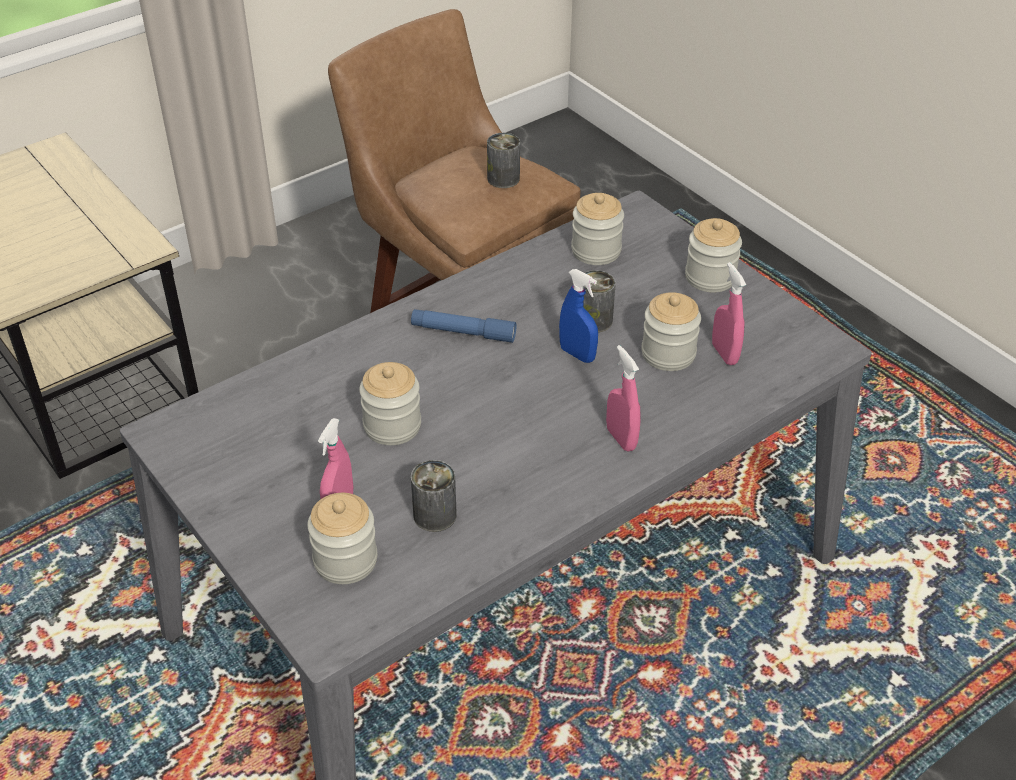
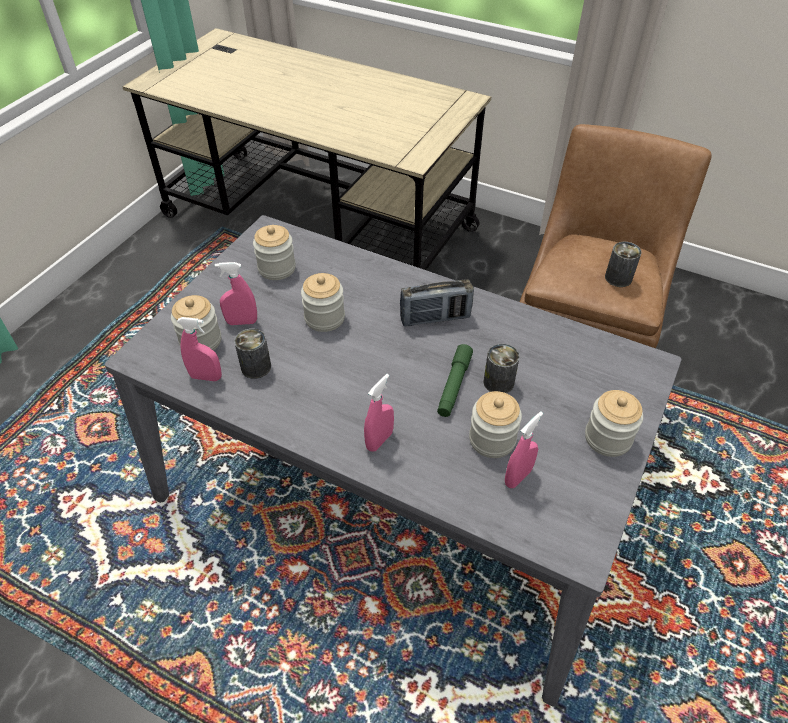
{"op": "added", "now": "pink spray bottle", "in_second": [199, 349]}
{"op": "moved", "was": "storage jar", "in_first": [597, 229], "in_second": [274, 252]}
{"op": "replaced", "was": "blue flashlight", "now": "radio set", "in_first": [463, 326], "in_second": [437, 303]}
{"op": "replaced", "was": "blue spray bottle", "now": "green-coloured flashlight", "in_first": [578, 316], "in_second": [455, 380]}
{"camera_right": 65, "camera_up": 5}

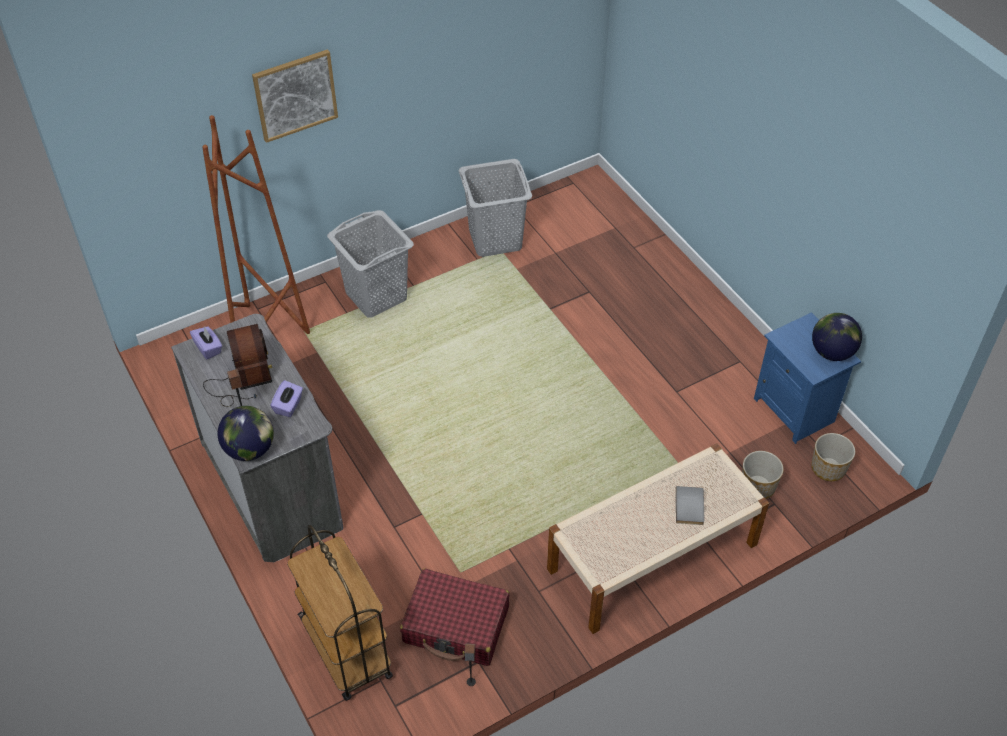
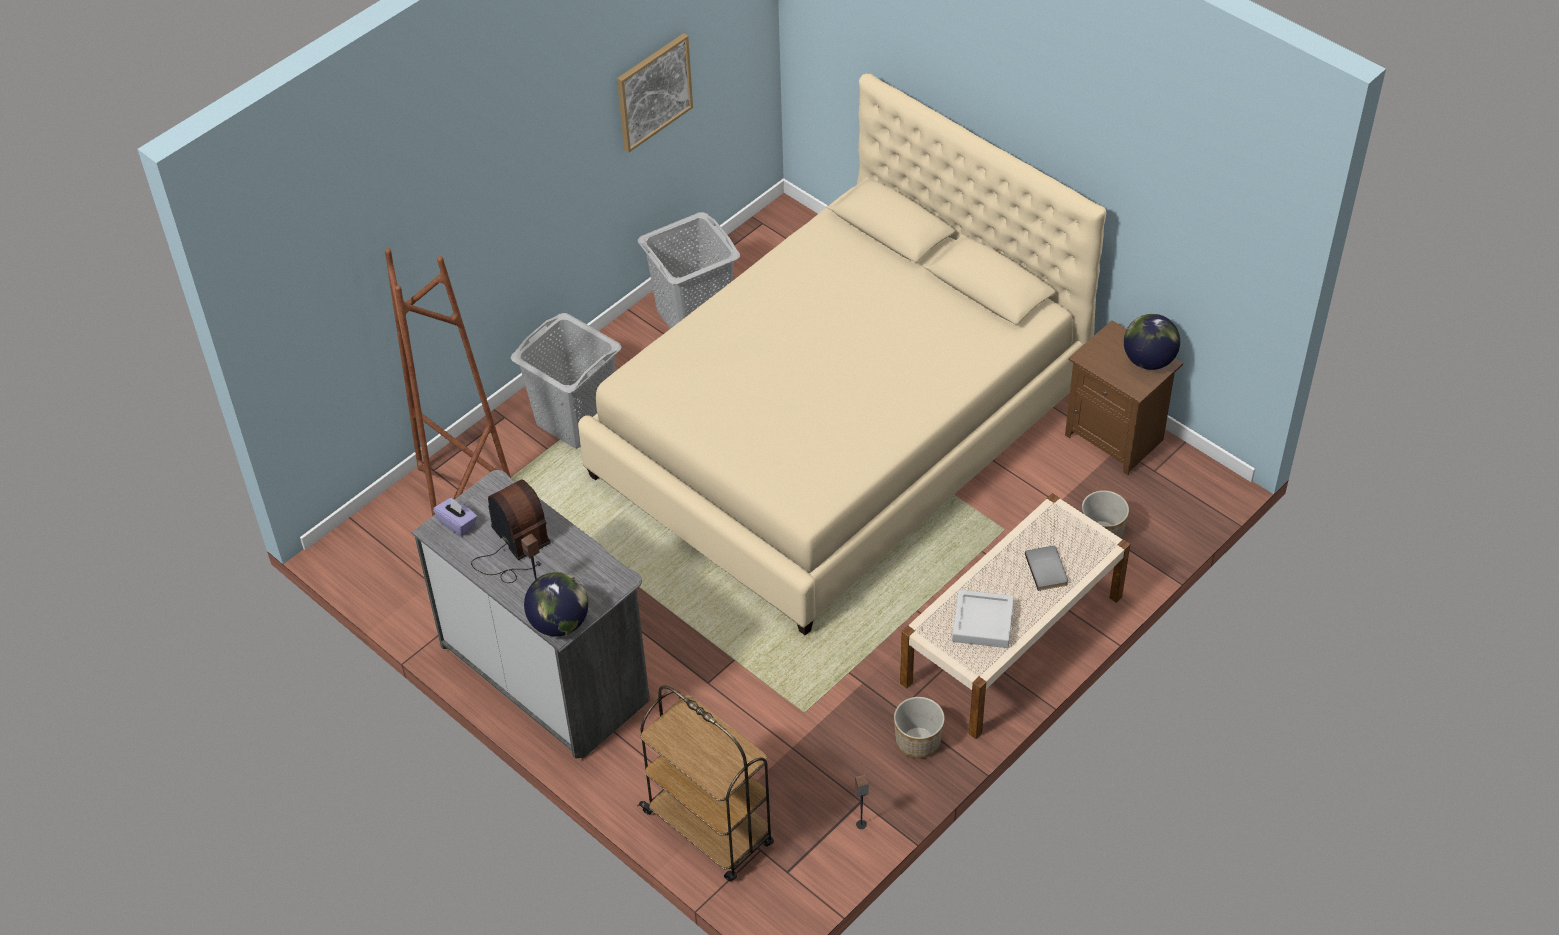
{"op": "added", "now": "beige sleeping bed", "in_second": [842, 355]}
{"op": "moved", "was": "wall picture", "in_first": [295, 96], "in_second": [655, 93]}
{"op": "moved", "was": "plant pot", "in_first": [833, 457], "in_second": [919, 727]}
{"op": "added", "now": "grey tray", "in_second": [983, 619]}
{"op": "recoloured", "was": "blue nightstand", "now": "brown nightstand", "in_first": [807, 378], "in_second": [1124, 397]}
{"op": "removed", "was": "purplish tissue box", "in_first": [286, 398]}
{"op": "removed", "was": "reddish piece of luggage", "in_first": [454, 617]}
{"camera_right": -15, "camera_up": 0}

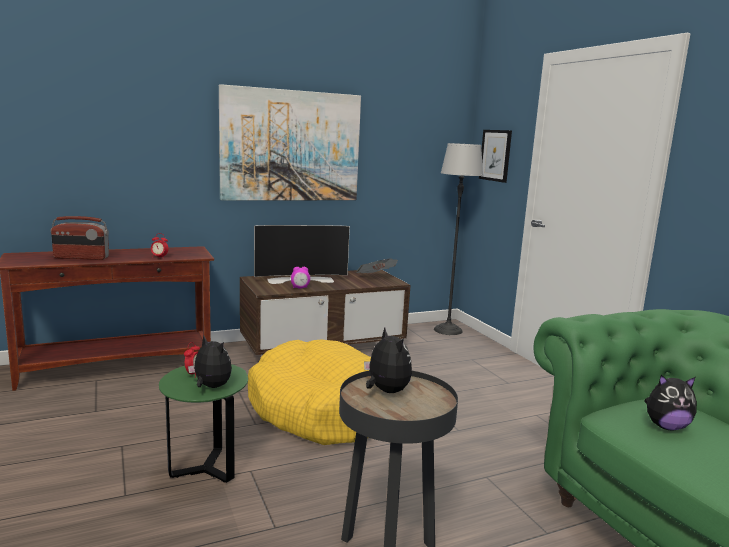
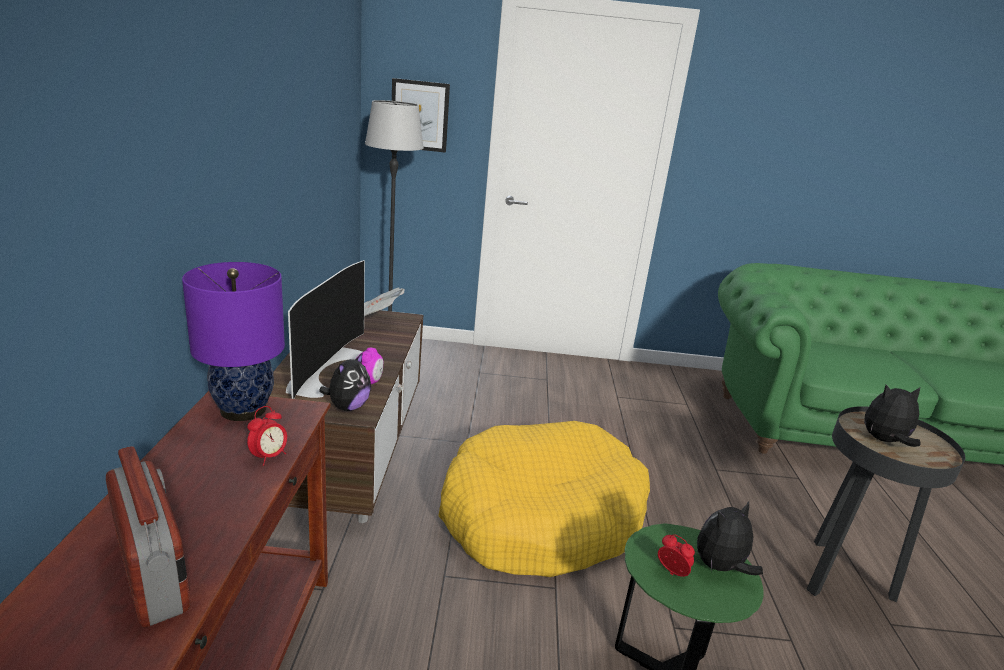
{"op": "turned", "was": "radio set", "in_first": [80, 238], "in_second": [148, 536], "clockwise": -60}
{"op": "added", "now": "purplish table lamp", "in_second": [233, 341]}
{"op": "moved", "was": "cuddly toy", "in_first": [671, 403], "in_second": [345, 381]}
{"op": "removed", "was": "wall picture", "in_first": [290, 142]}
{"camera_right": -65, "camera_up": 10}

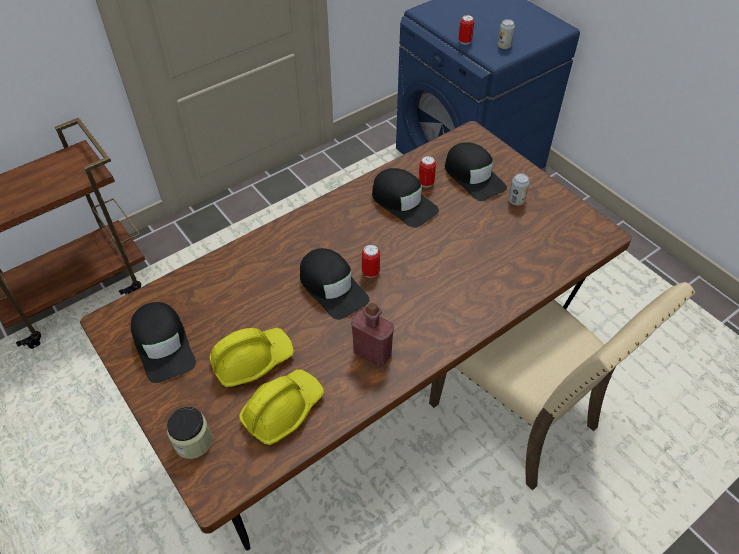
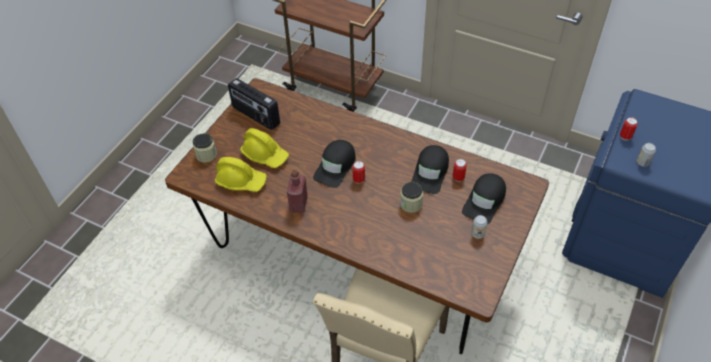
{"op": "replaced", "was": "black-coloured cap", "now": "radio set", "in_first": [163, 342], "in_second": [254, 104]}
{"op": "added", "now": "storage jar", "in_second": [411, 197]}
{"camera_right": 65, "camera_up": 0}

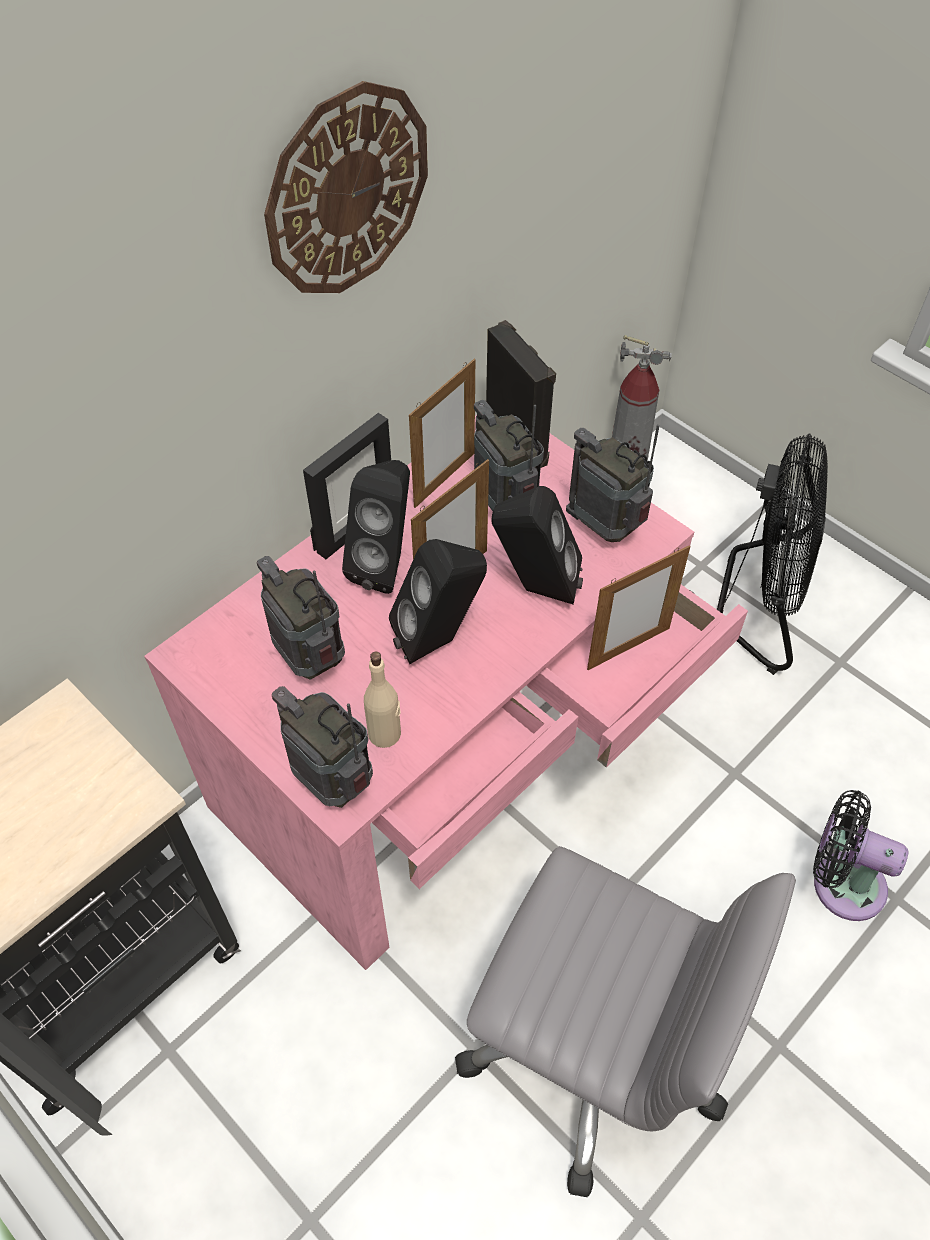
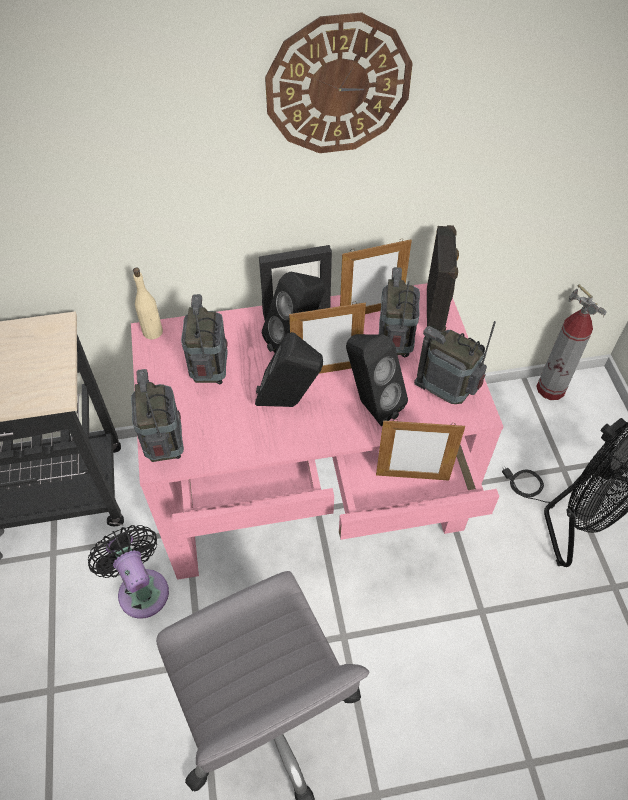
{"op": "moved", "was": "black-coloured fan", "in_first": [860, 855], "in_second": [128, 572]}
{"op": "moved", "was": "beige beverage bottle", "in_first": [382, 699], "in_second": [148, 303]}
{"op": "turned", "was": "radio set", "in_first": [613, 483], "in_second": [455, 362], "clockwise": -45}
{"camera_right": 35, "camera_up": 0}

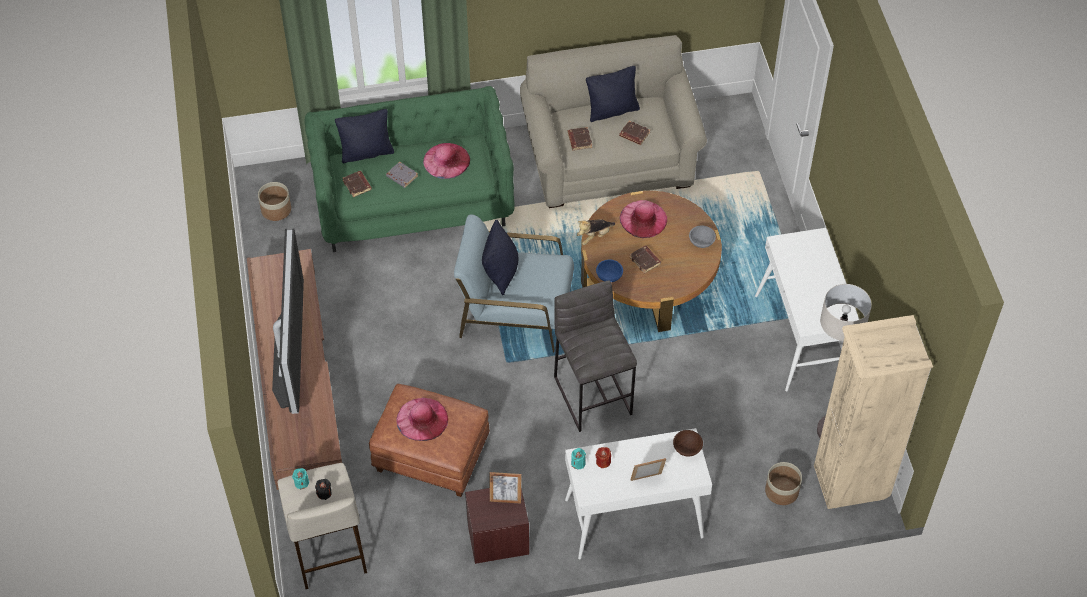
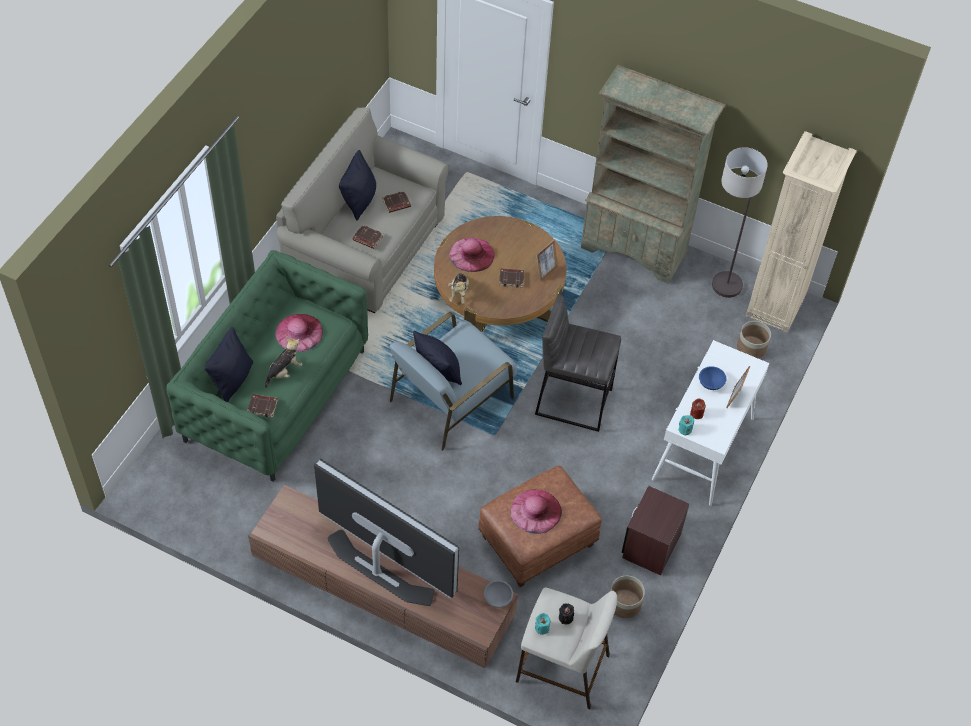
{"op": "replaced", "was": "grey book", "now": "cuddly toy", "in_first": [402, 174], "in_second": [284, 362]}
{"op": "moved", "was": "grey deep dish", "in_first": [702, 236], "in_second": [498, 594]}
{"op": "moved", "was": "picture frame", "in_first": [505, 488], "in_second": [547, 261]}
{"op": "replaced", "was": "white-coloured narrow table", "now": "green-coloured shelving unit", "in_first": [807, 310], "in_second": [653, 174]}
{"op": "moved", "was": "plant pot", "in_first": [274, 201], "in_second": [627, 597]}
{"op": "moved", "was": "blue deep dish", "in_first": [609, 270], "in_second": [712, 378]}
{"op": "removed", "was": "brown deep dish", "in_first": [688, 443]}
{"camera_right": -55, "camera_up": 0}

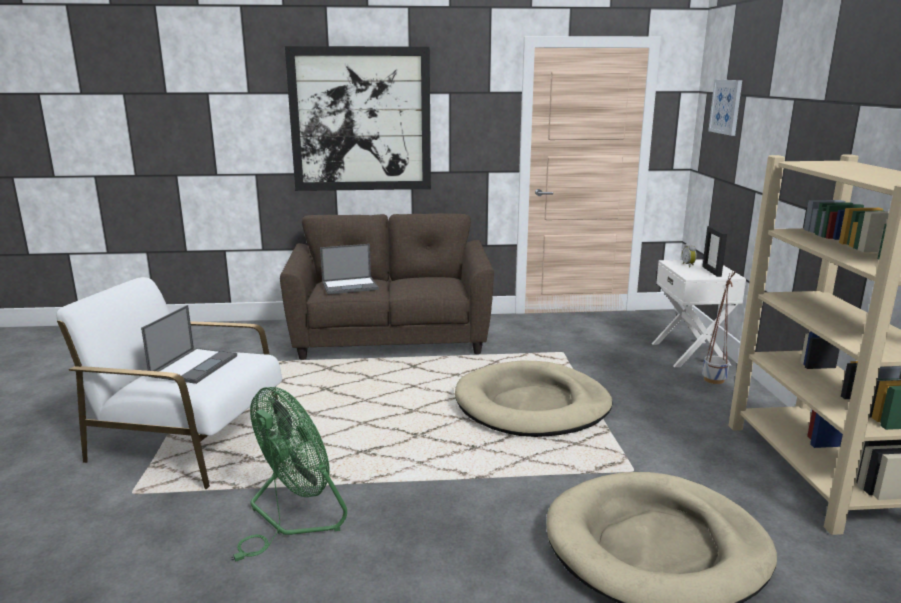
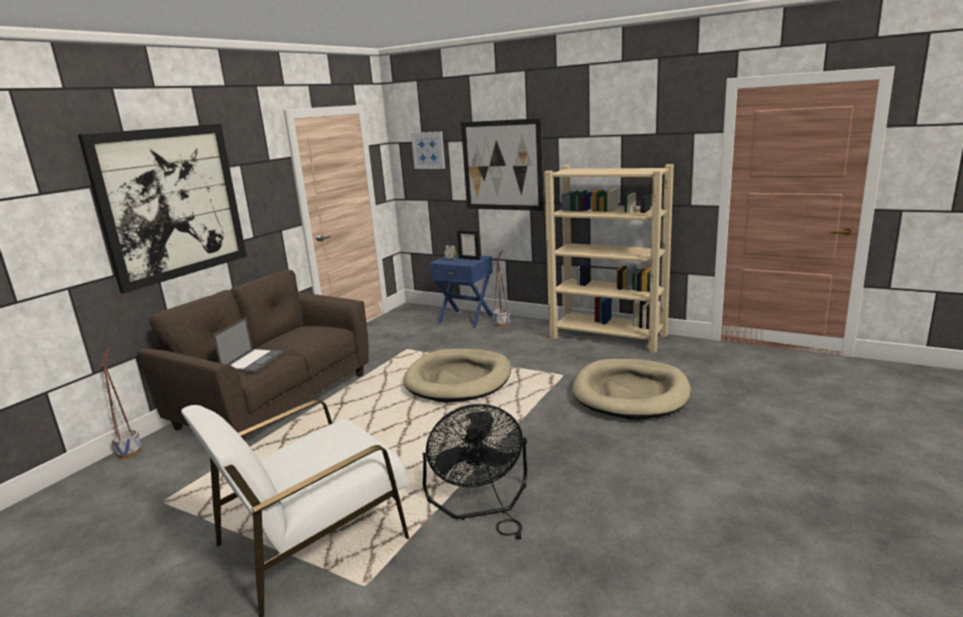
{"op": "added", "now": "plant pot", "in_second": [121, 403]}
{"op": "recoloured", "was": "green-coloured fan", "now": "black-coloured fan", "in_first": [289, 474], "in_second": [475, 472]}
{"op": "recoloured", "was": "white-coloured nightstand", "now": "blue nightstand", "in_first": [699, 313], "in_second": [461, 291]}
{"op": "added", "now": "wall picture", "in_second": [502, 164]}
{"op": "removed", "was": "laptop", "in_first": [189, 344]}
{"camera_right": -55, "camera_up": 0}

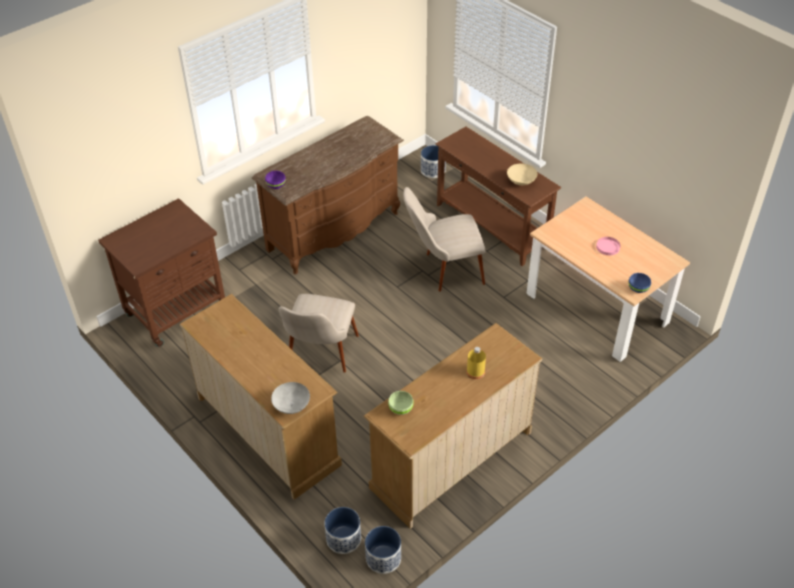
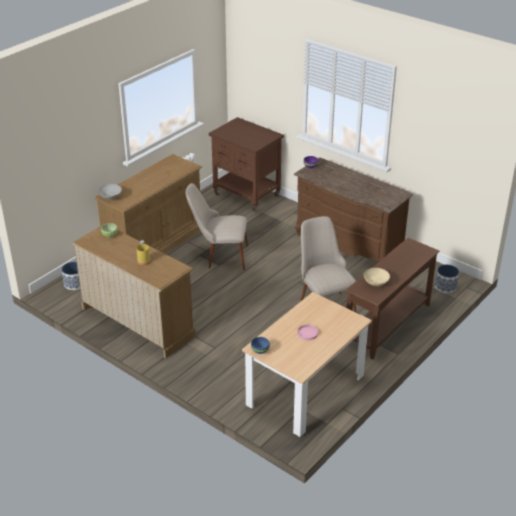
{"op": "removed", "was": "plant pot", "in_first": [383, 550]}
{"camera_right": 80, "camera_up": -10}

